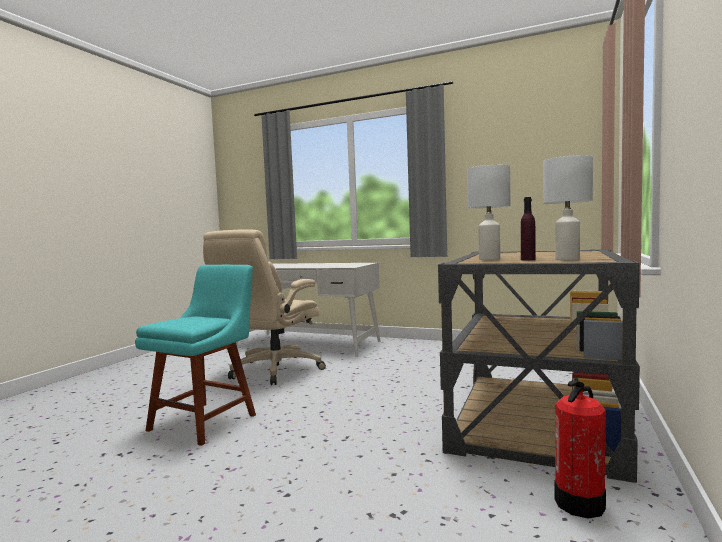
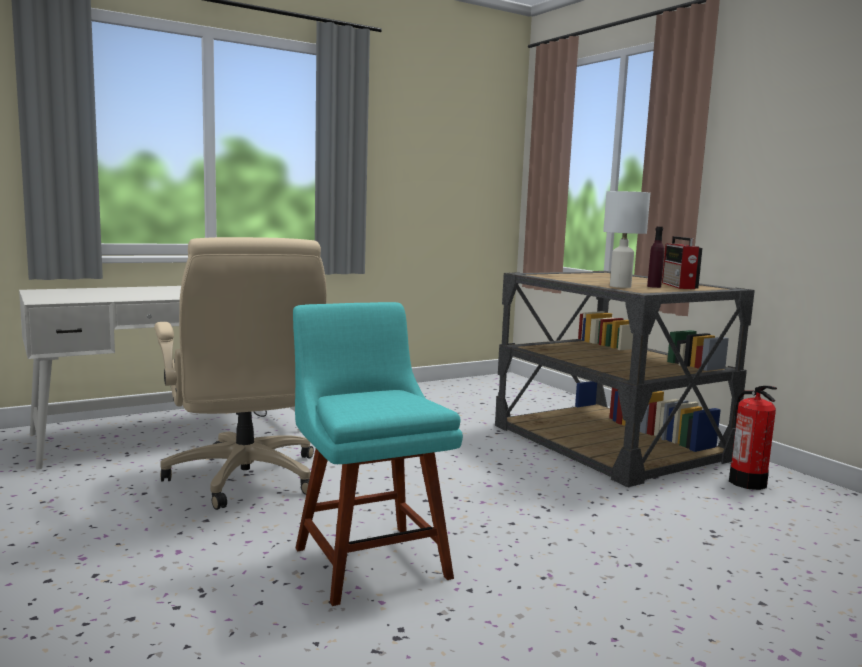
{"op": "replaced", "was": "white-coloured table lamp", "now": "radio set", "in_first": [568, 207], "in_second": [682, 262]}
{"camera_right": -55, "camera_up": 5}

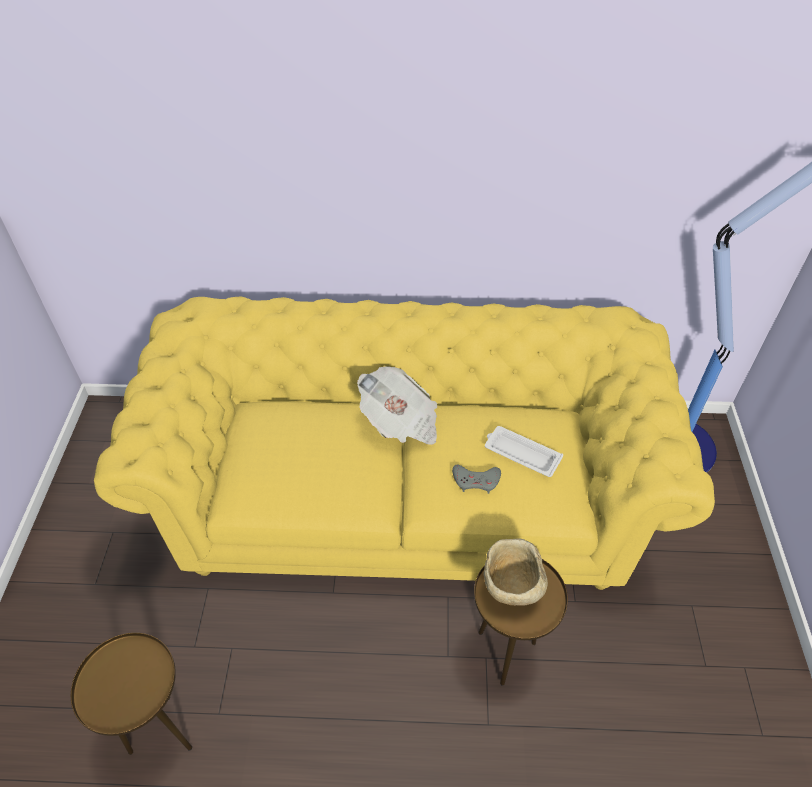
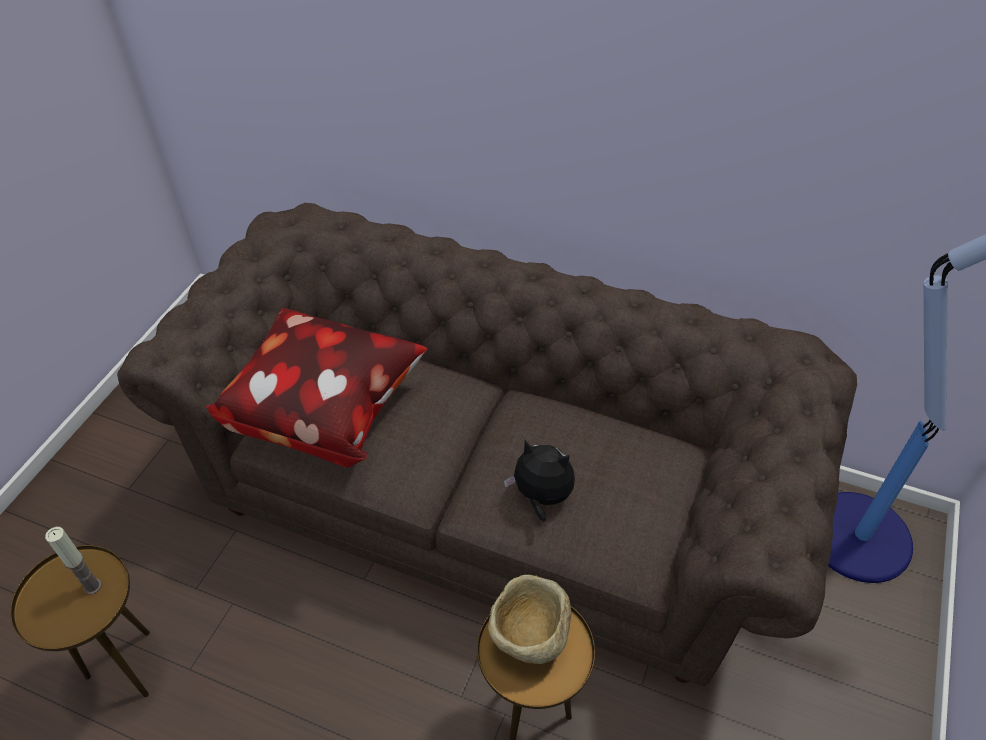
{"op": "added", "now": "wax light", "in_second": [73, 561]}
{"op": "recoloured", "was": "yellow couch", "now": "brown couch", "in_first": [404, 443], "in_second": [487, 444]}
{"op": "added", "now": "pillow", "in_second": [316, 387]}
{"op": "replaced", "was": "grey game controller", "now": "cuddly toy", "in_first": [476, 479], "in_second": [539, 481]}
{"op": "removed", "was": "newspaper", "in_first": [397, 405]}
{"op": "removed", "was": "white-coloured tray", "in_first": [524, 451]}
{"camera_right": 20, "camera_up": 0}

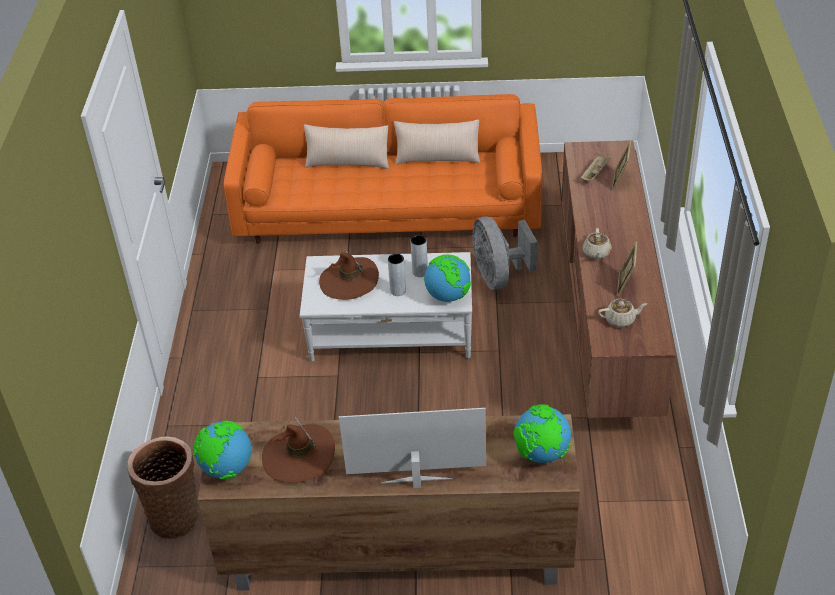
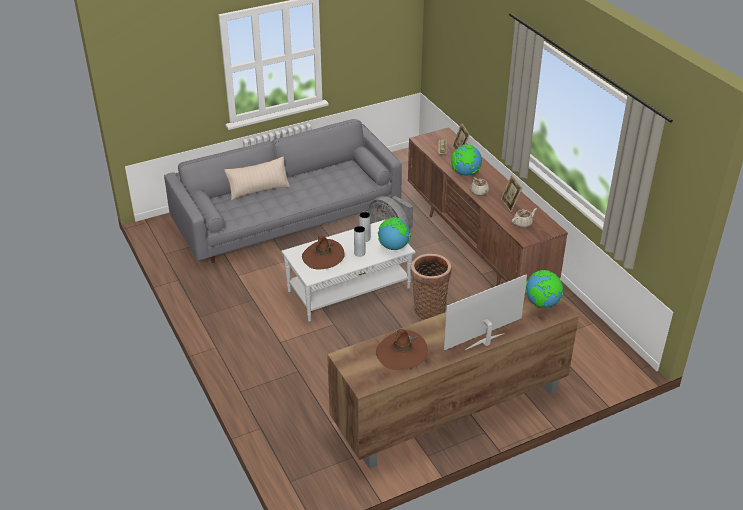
{"op": "recoloured", "was": "orange couch", "now": "grey couch", "in_first": [383, 169], "in_second": [283, 191]}
{"op": "moved", "was": "storage basket", "in_first": [163, 487], "in_second": [431, 287]}
{"op": "moved", "was": "globe", "in_first": [222, 450], "in_second": [466, 160]}
{"op": "removed", "was": "beige pillow", "in_first": [437, 142]}
{"camera_right": -30, "camera_up": -5}

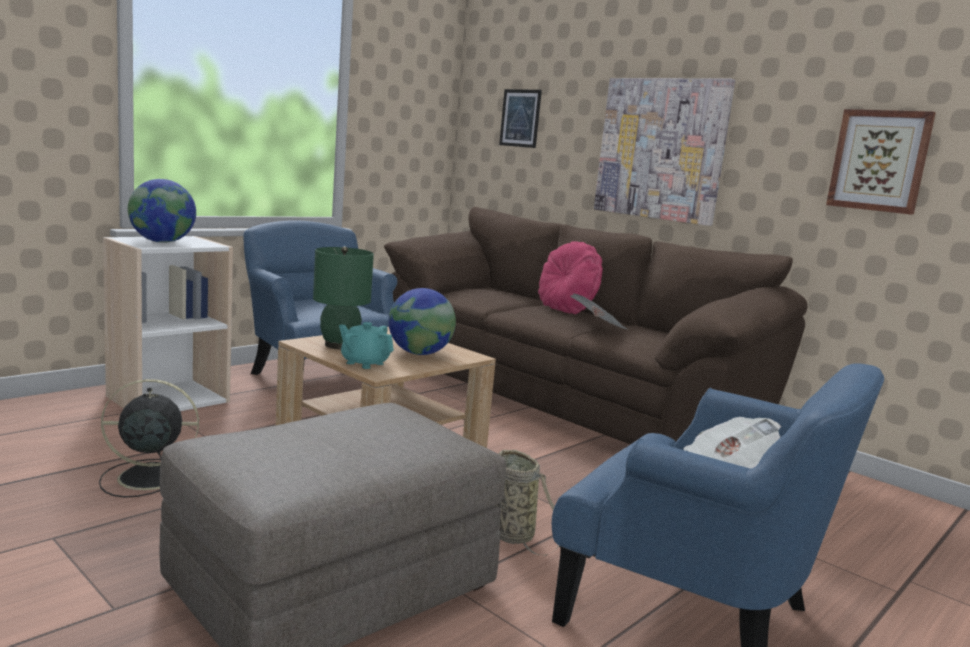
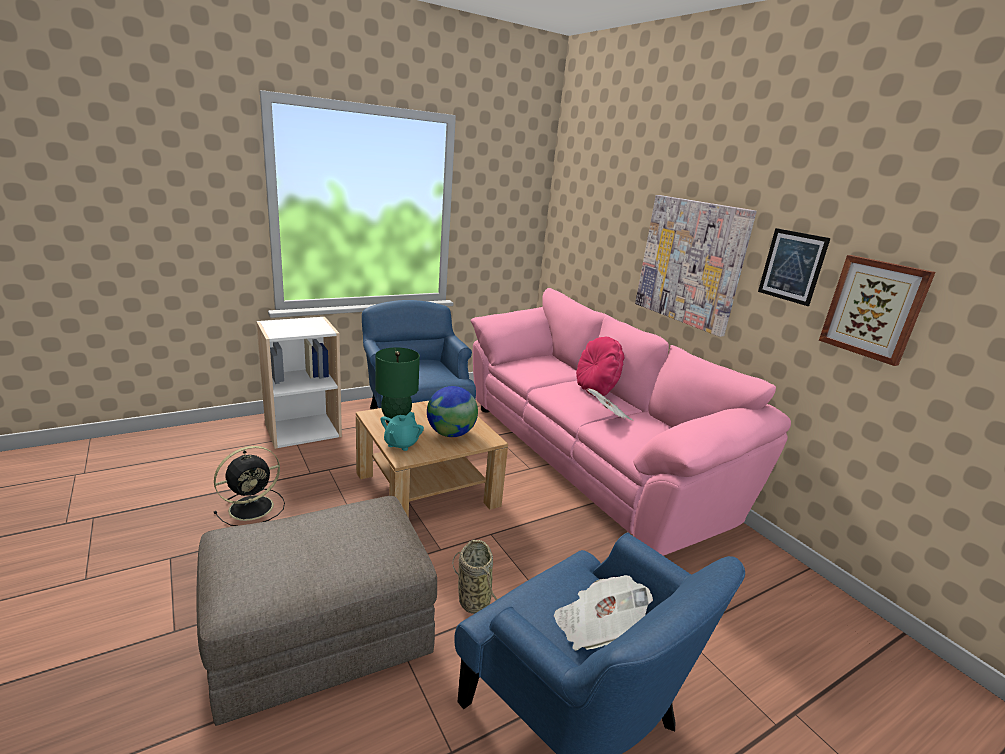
{"op": "turned", "was": "black-coloured fan", "in_first": [149, 438], "in_second": [249, 486], "clockwise": 135}
{"op": "turned", "was": "turquoise tea pot", "in_first": [366, 345], "in_second": [402, 431], "clockwise": -120}
{"op": "recoloured", "was": "brown couch", "now": "pink couch", "in_first": [596, 325], "in_second": [630, 422]}
{"op": "moved", "was": "wall picture", "in_first": [520, 118], "in_second": [794, 267]}
{"op": "removed", "was": "globe", "in_first": [162, 211]}
{"camera_right": 15, "camera_up": 10}

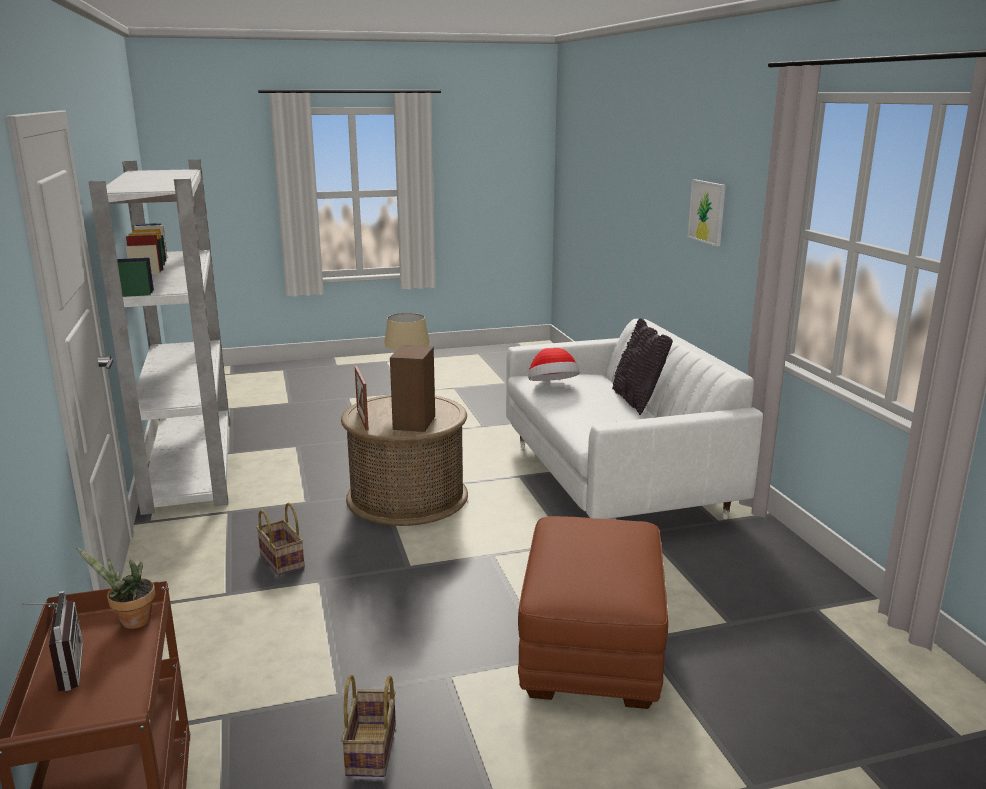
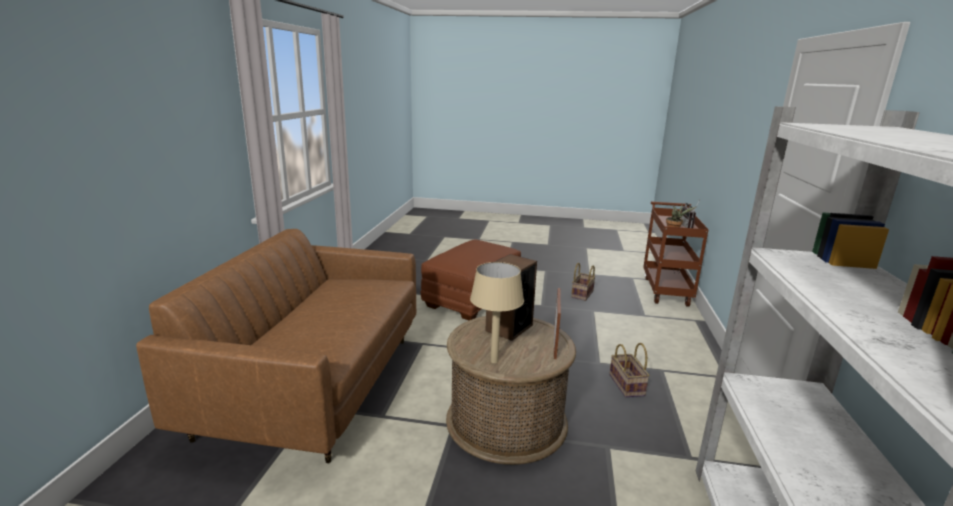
{"op": "recoloured", "was": "white-coloured couch", "now": "brown couch", "in_first": [634, 419], "in_second": [276, 346]}
{"op": "removed", "was": "hat", "in_first": [554, 364]}
{"op": "removed", "was": "black-coloured pillow", "in_first": [642, 366]}
{"op": "removed", "was": "wall picture", "in_first": [707, 212]}
{"camera_right": -155, "camera_up": 0}

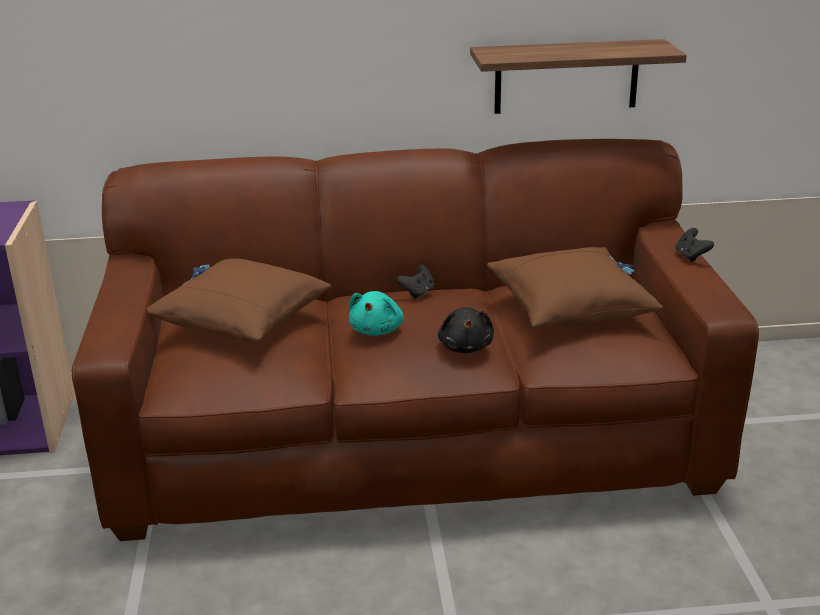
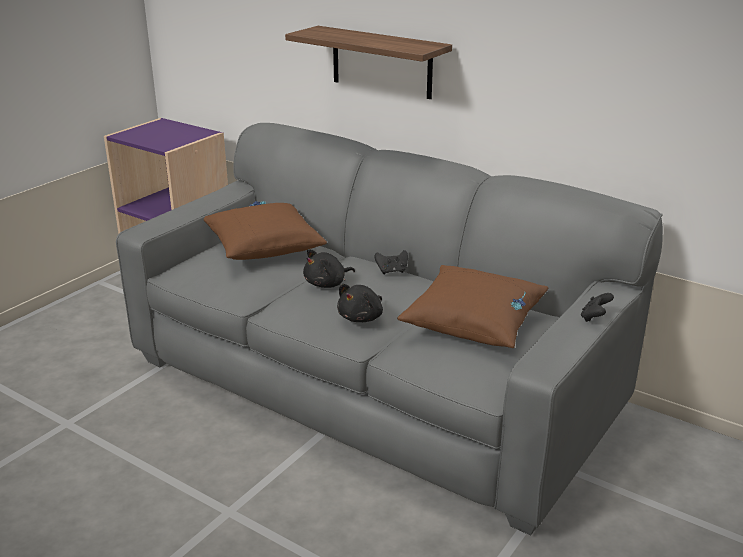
{"op": "recoloured", "was": "brown couch", "now": "grey couch", "in_first": [415, 340], "in_second": [389, 329]}
{"op": "moved", "was": "bracket shelf", "in_first": [578, 76], "in_second": [368, 62]}
{"op": "recoloured", "was": "turquoise cuddly toy", "now": "black-coloured cuddly toy", "in_first": [376, 313], "in_second": [329, 268]}
{"camera_right": 40, "camera_up": 0}

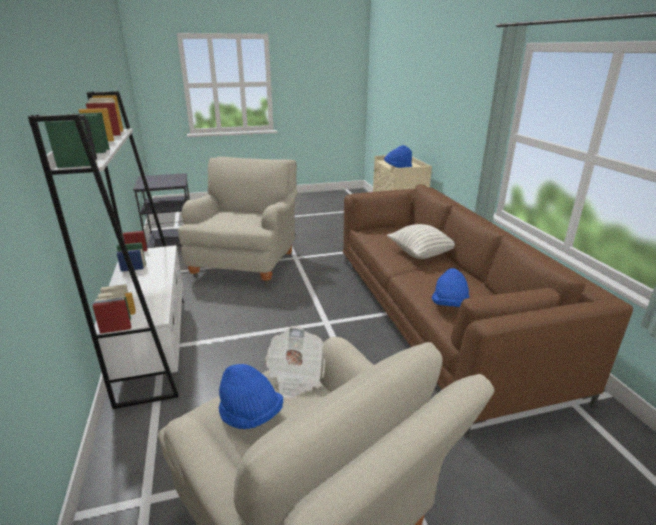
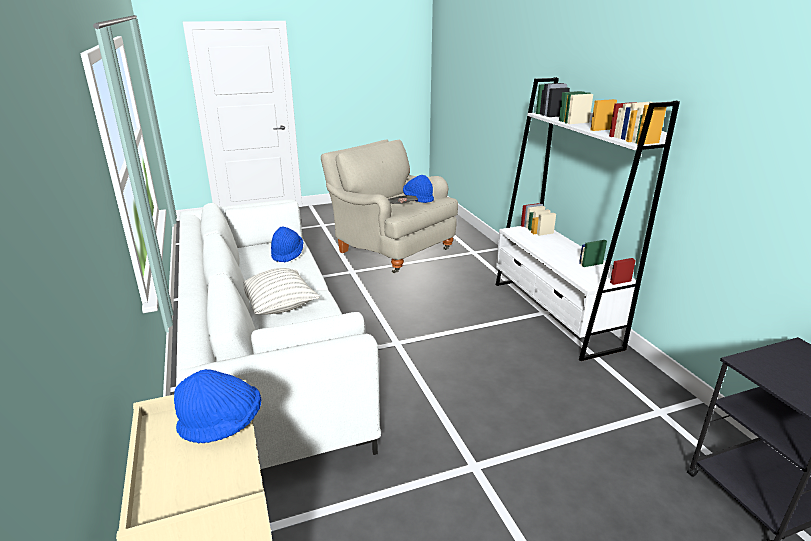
{"op": "recoloured", "was": "brown couch", "now": "white-coloured couch", "in_first": [488, 311], "in_second": [278, 334]}
{"op": "removed", "was": "beige armchair", "in_first": [237, 221]}
{"camera_right": 175, "camera_up": 0}

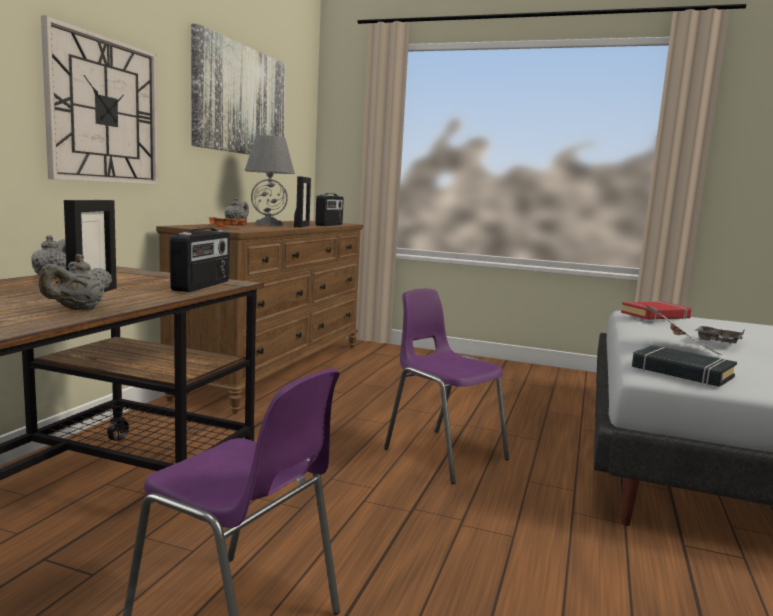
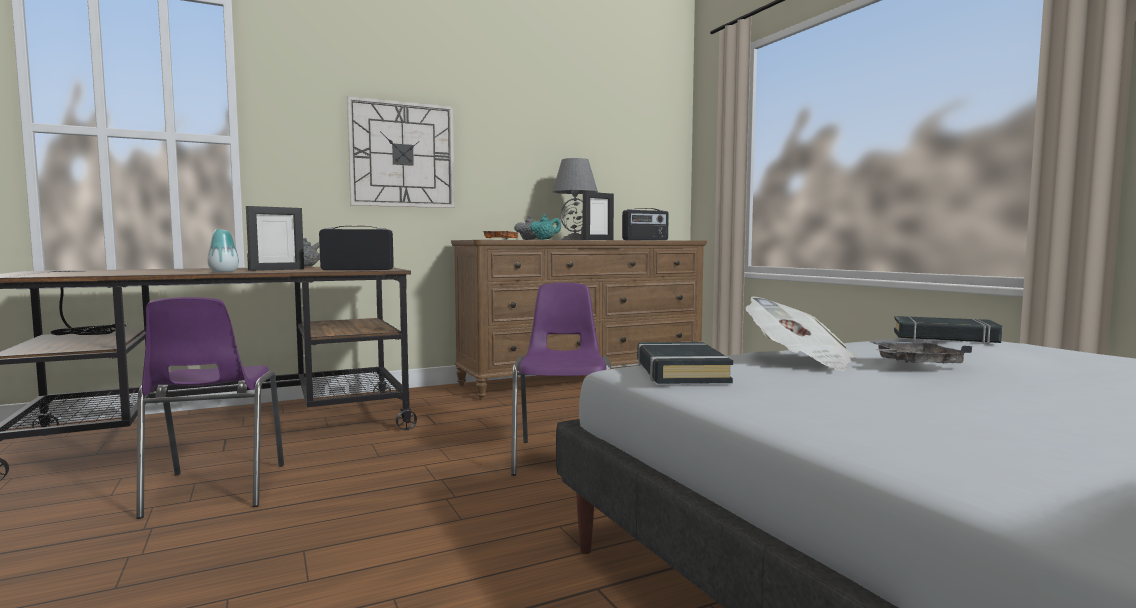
{"op": "replaced", "was": "grey tea pot", "now": "flower vase", "in_first": [75, 282], "in_second": [223, 250]}
{"op": "turned", "was": "radio set", "in_first": [200, 260], "in_second": [356, 248], "clockwise": -150}
{"op": "added", "now": "turquoise tea pot", "in_second": [545, 227]}
{"op": "recoloured", "was": "reddish book", "now": "black-coloured book", "in_first": [656, 311], "in_second": [948, 329]}
{"op": "removed", "was": "wall picture", "in_first": [238, 89]}
{"camera_right": 45, "camera_up": -5}

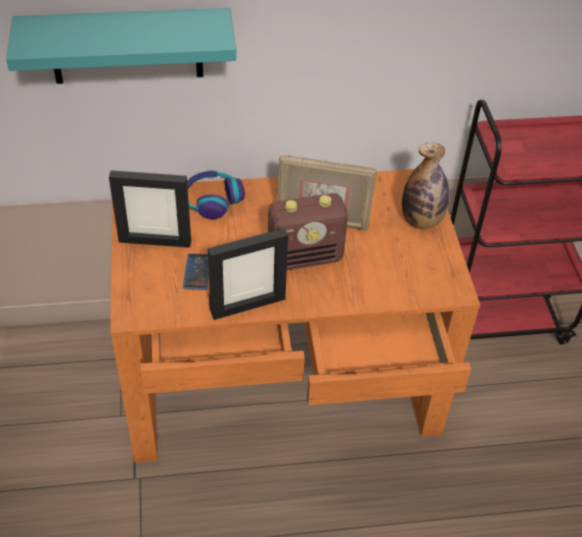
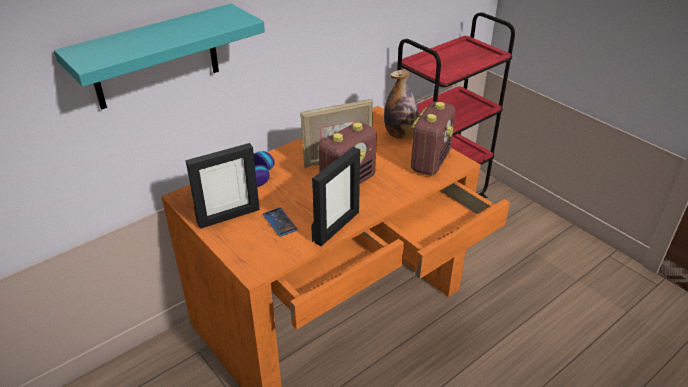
{"op": "added", "now": "radio set", "in_second": [433, 139]}
{"camera_right": -30, "camera_up": -10}

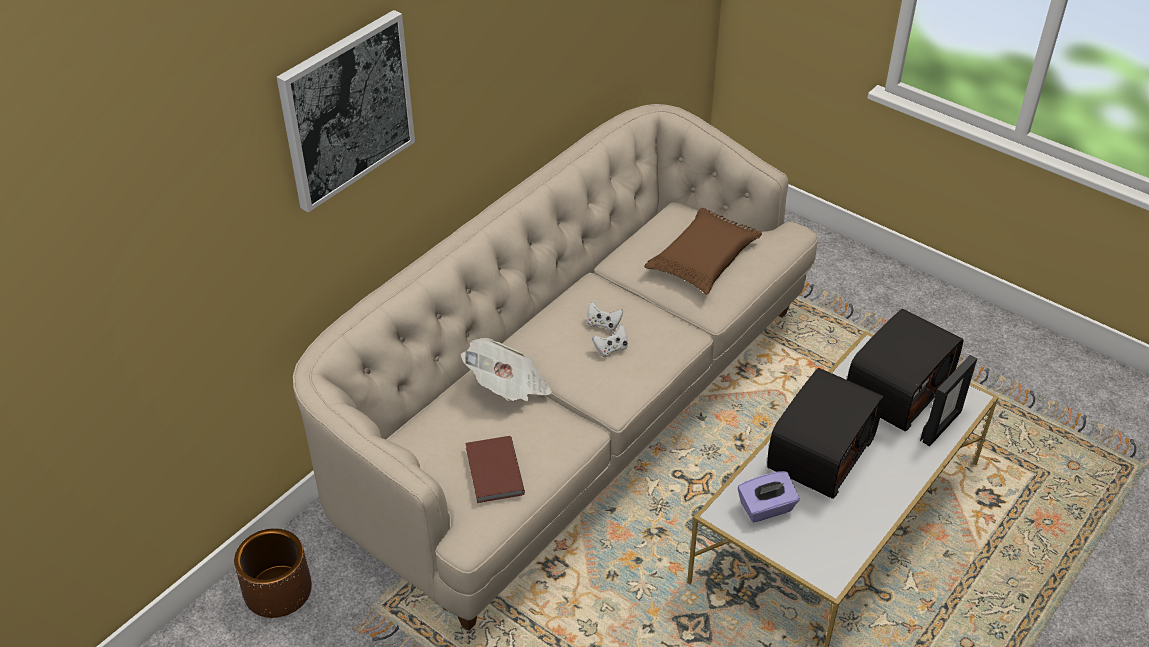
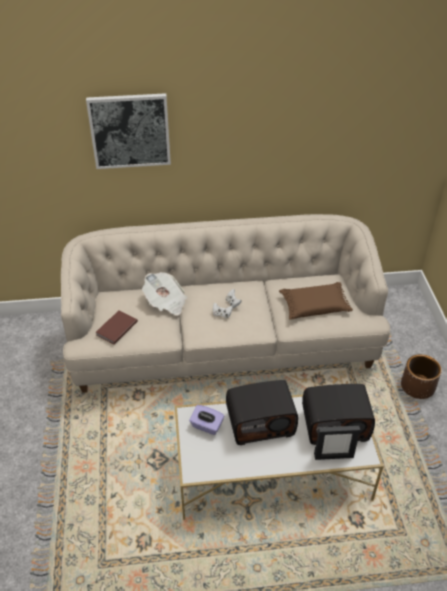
{"op": "moved", "was": "brown plant pot", "in_first": [273, 573], "in_second": [421, 376]}
{"camera_right": 45, "camera_up": 0}

